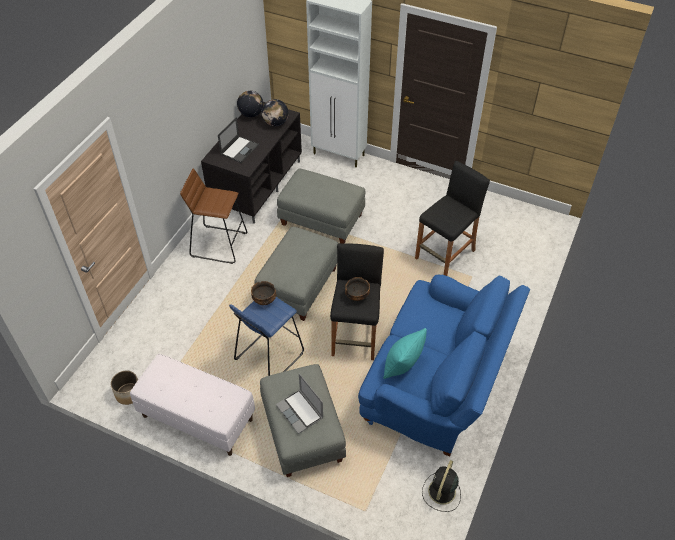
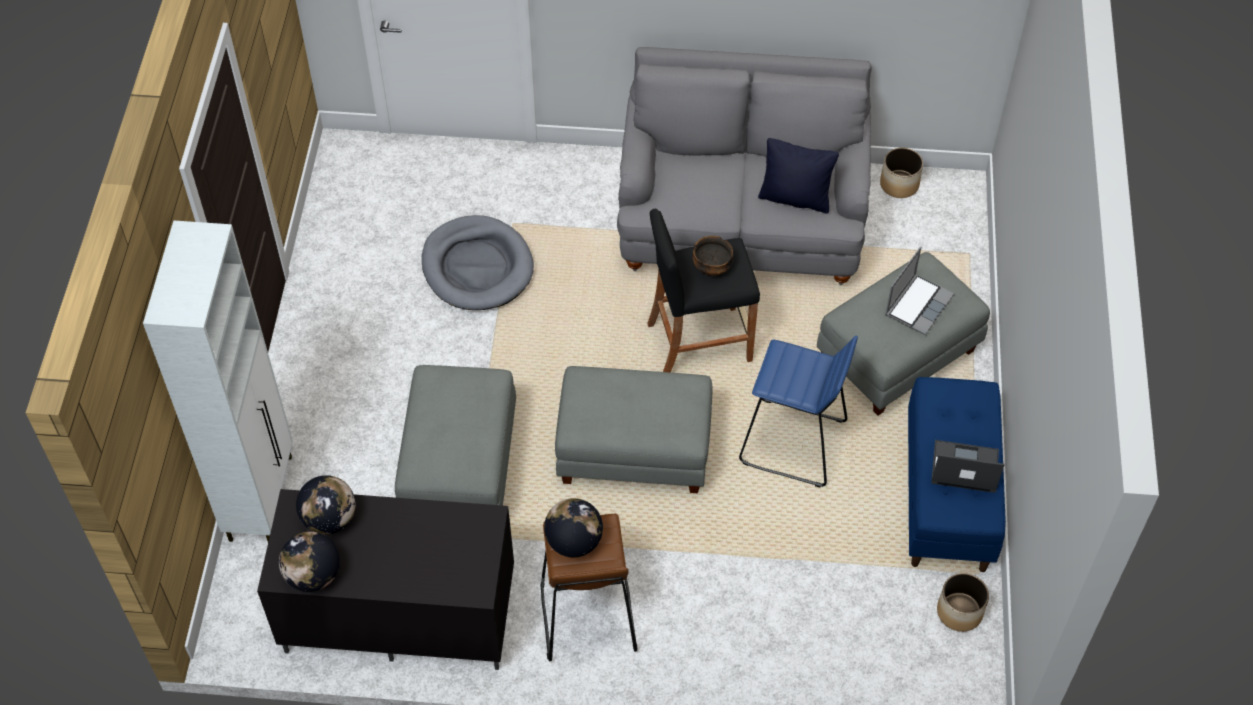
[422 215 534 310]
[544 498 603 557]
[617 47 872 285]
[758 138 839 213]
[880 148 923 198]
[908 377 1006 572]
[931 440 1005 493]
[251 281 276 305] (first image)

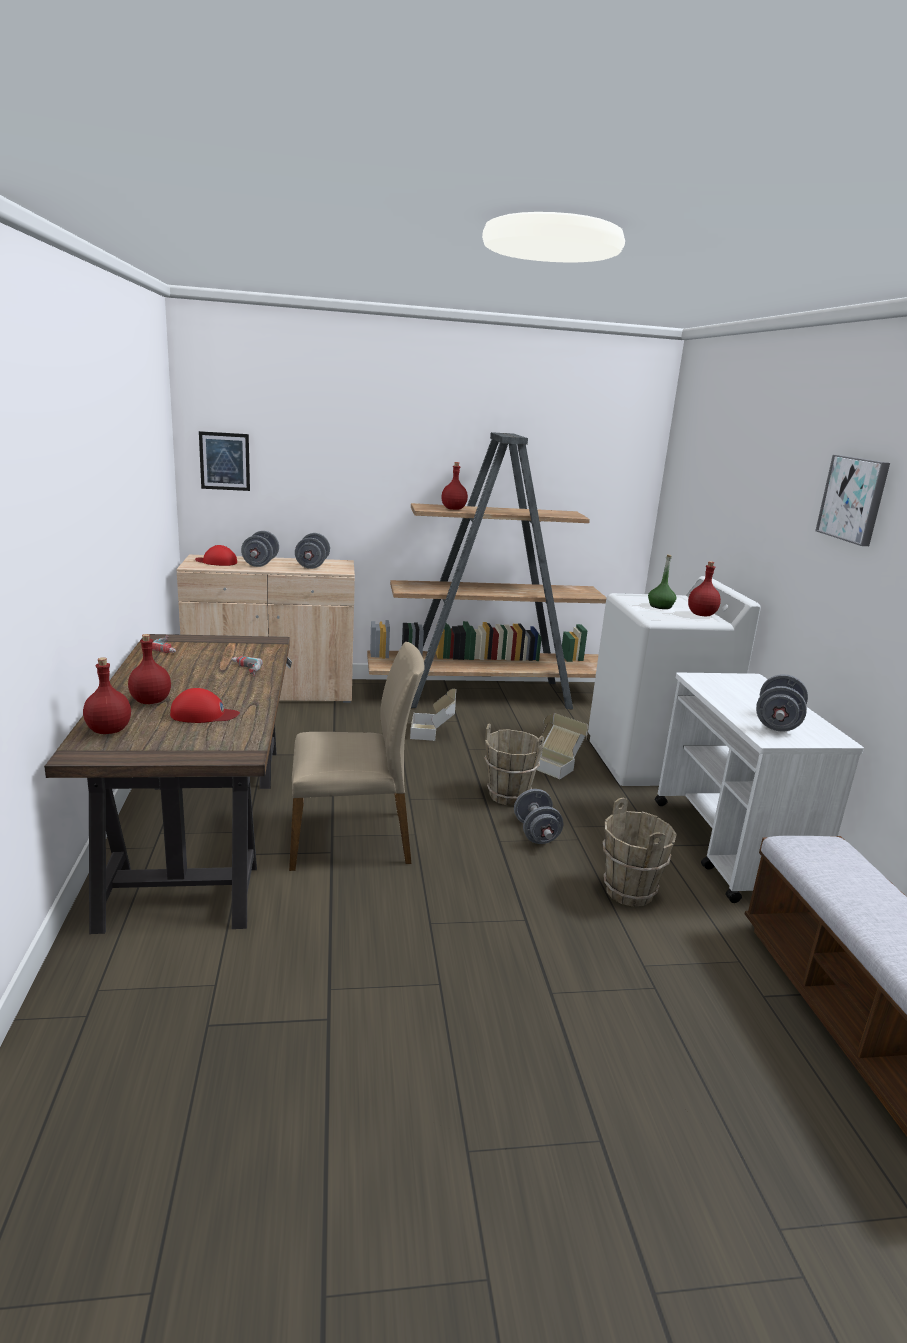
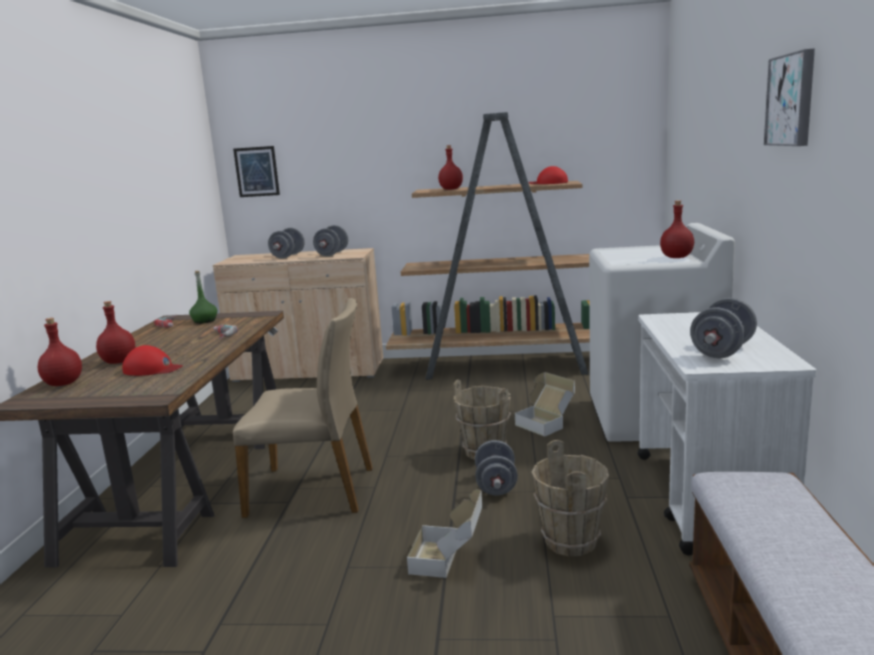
[189 271 217 324]
[407 490 482 578]
[528 166 568 184]

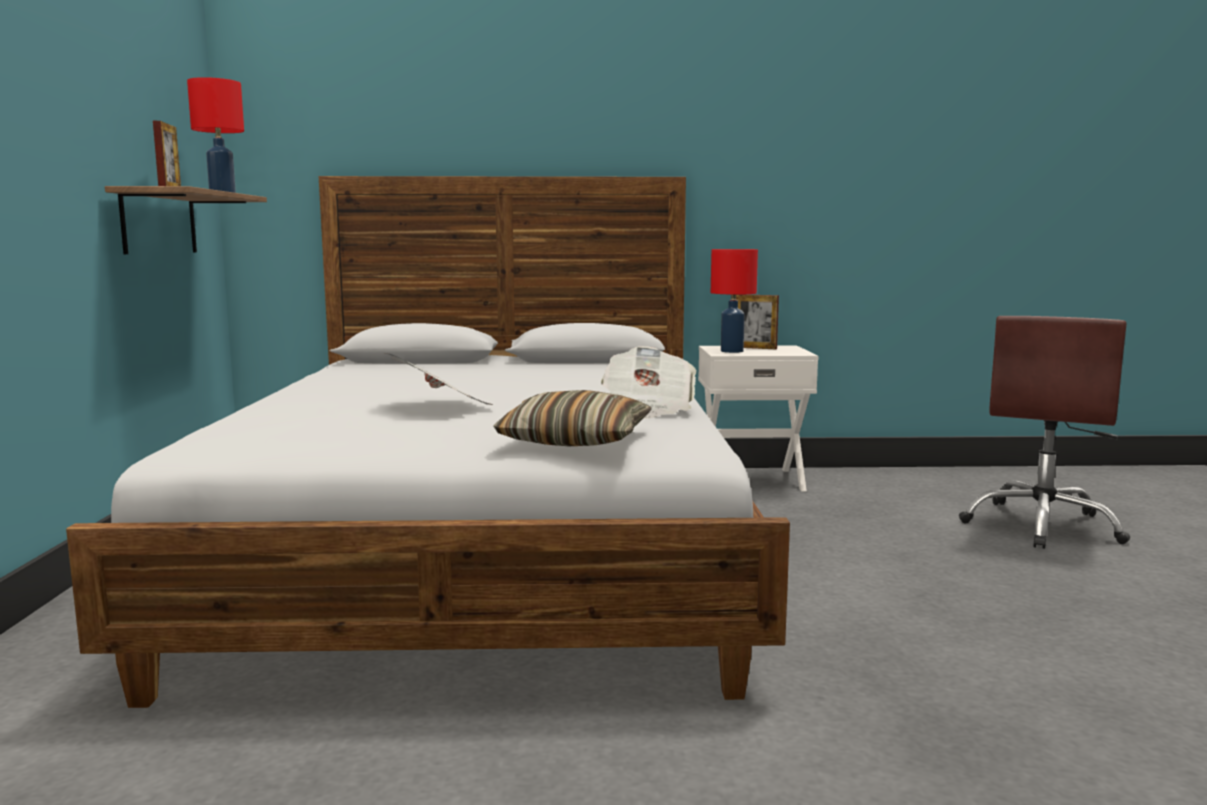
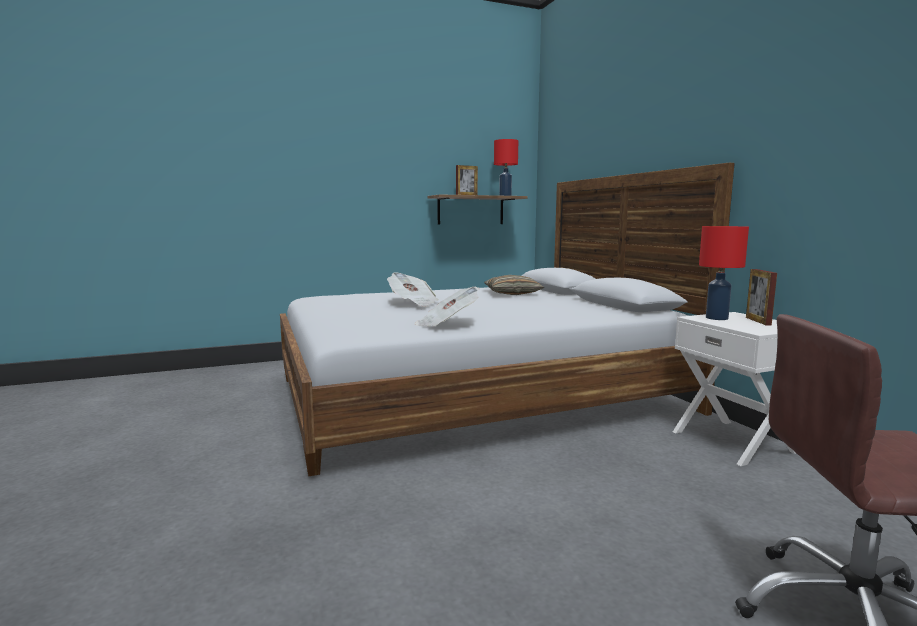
[484 275 544 295]

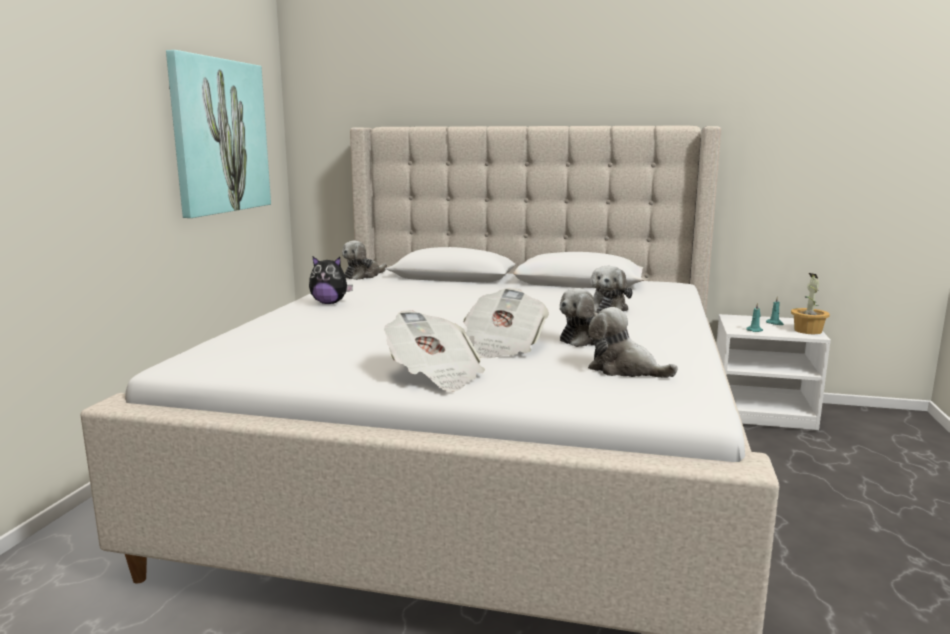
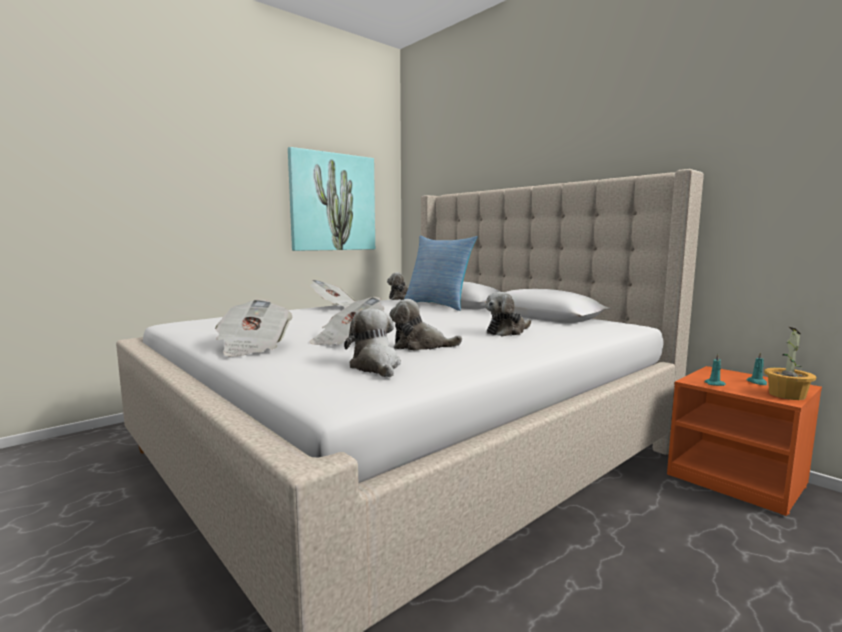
[311 280 355 307]
[404 236 478 311]
[667 366 822 516]

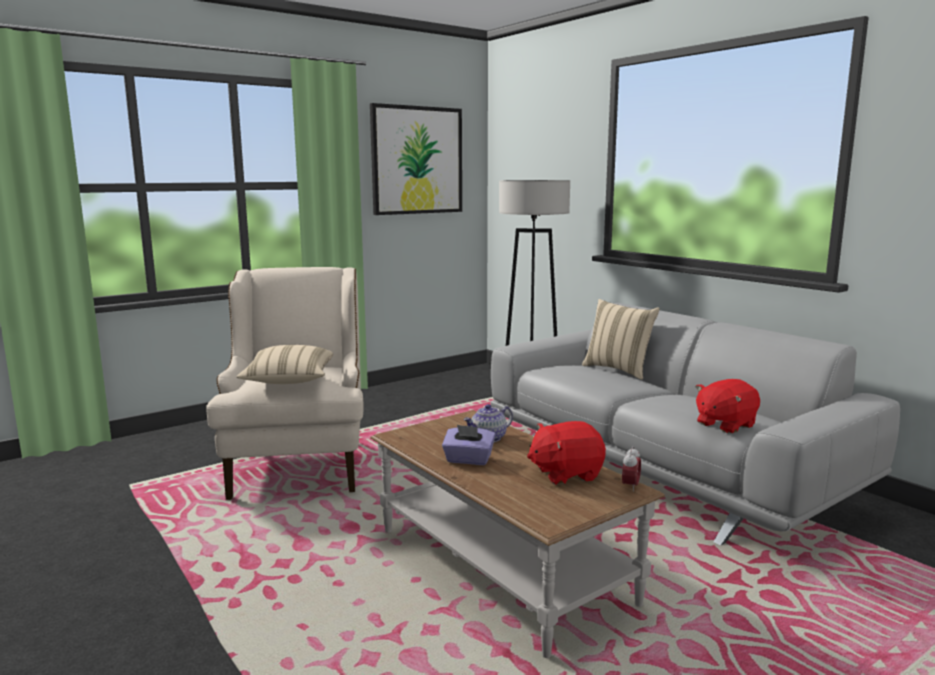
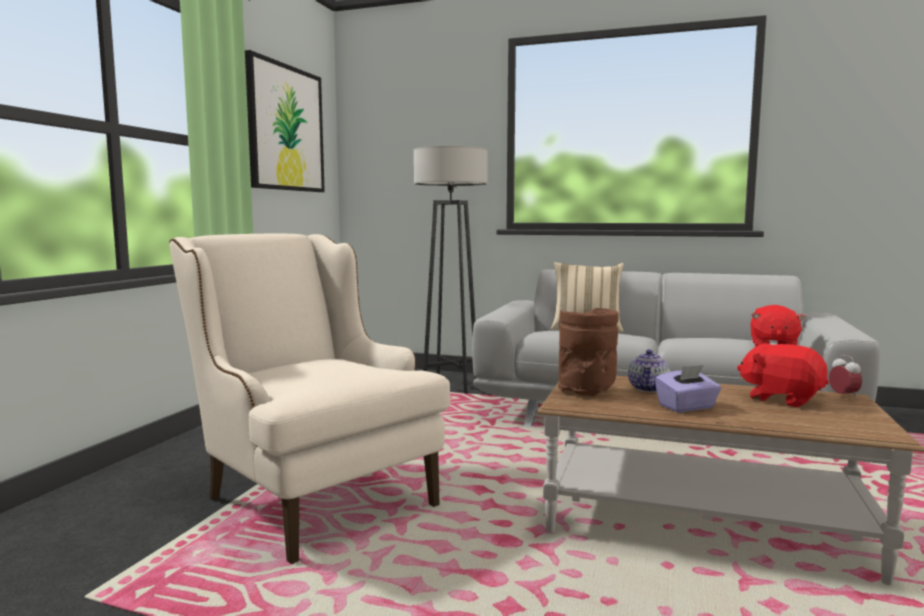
[558 308 619 396]
[737 344 829 407]
[237 345 333 384] (first image)

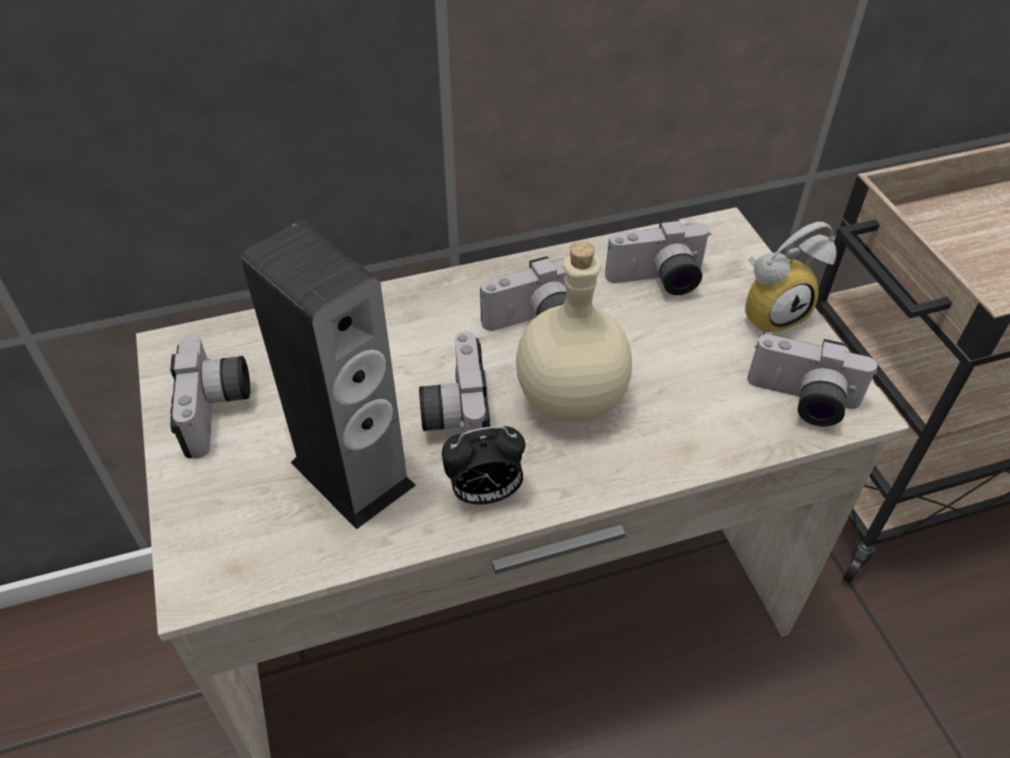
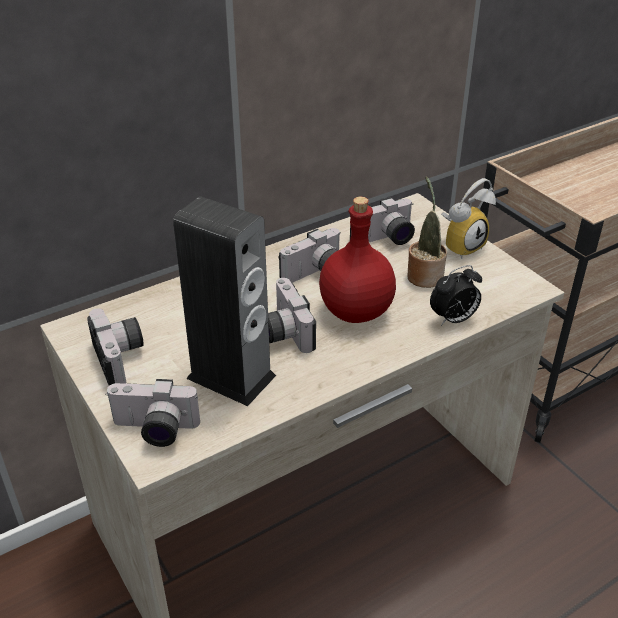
[105 379 200 447]
[319 197 396 323]
[407 176 447 288]
[430 265 482 326]

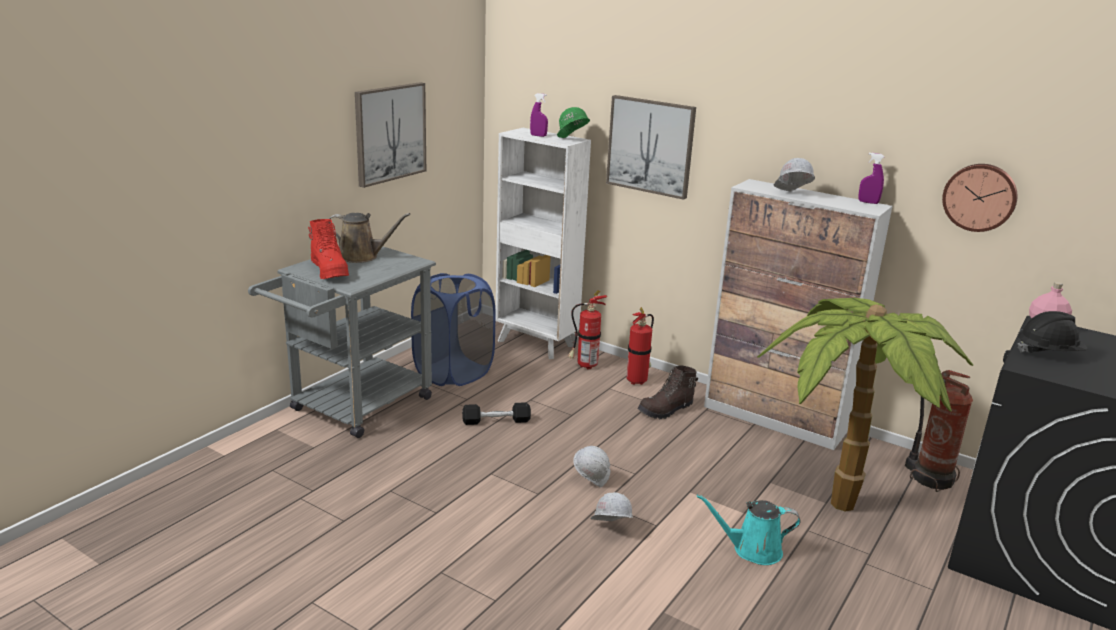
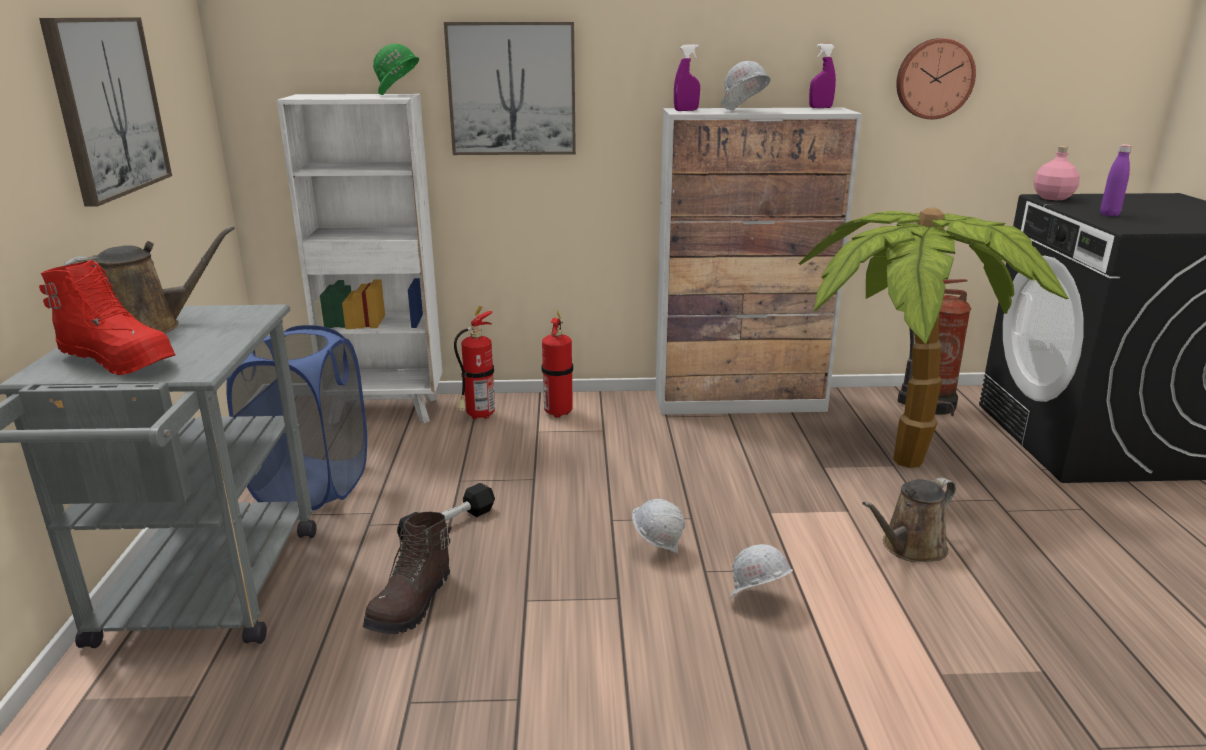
[363 512 452 634]
[674 44 700 111]
[862 477 956 562]
[1100 144 1132 216]

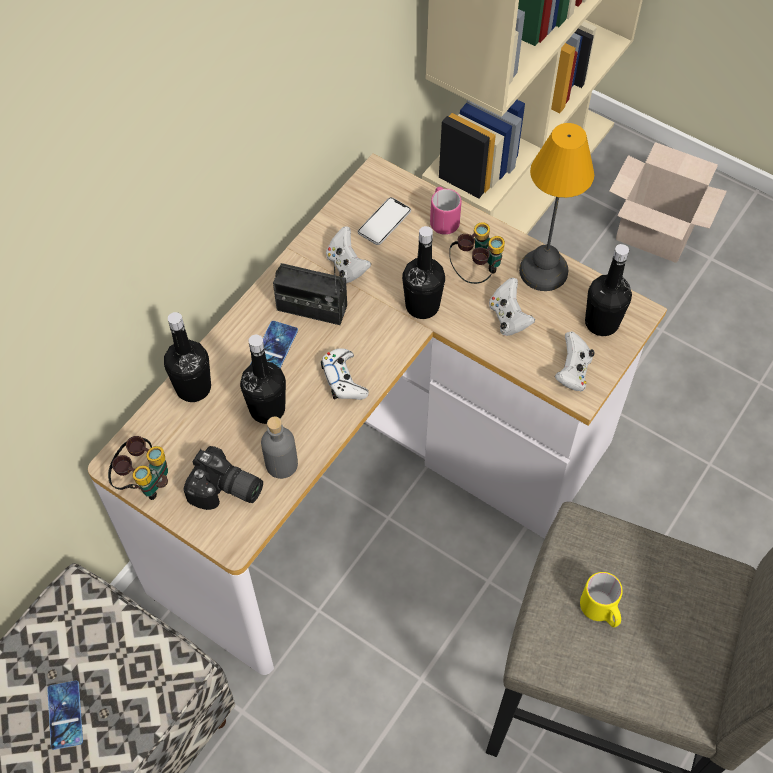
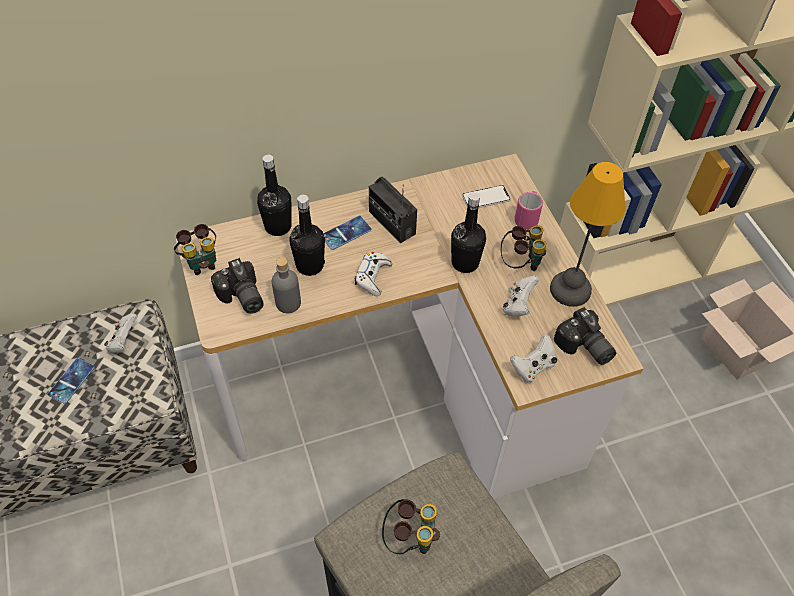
[104 313 138 353]
[382 499 440 554]
[554 307 616 365]

